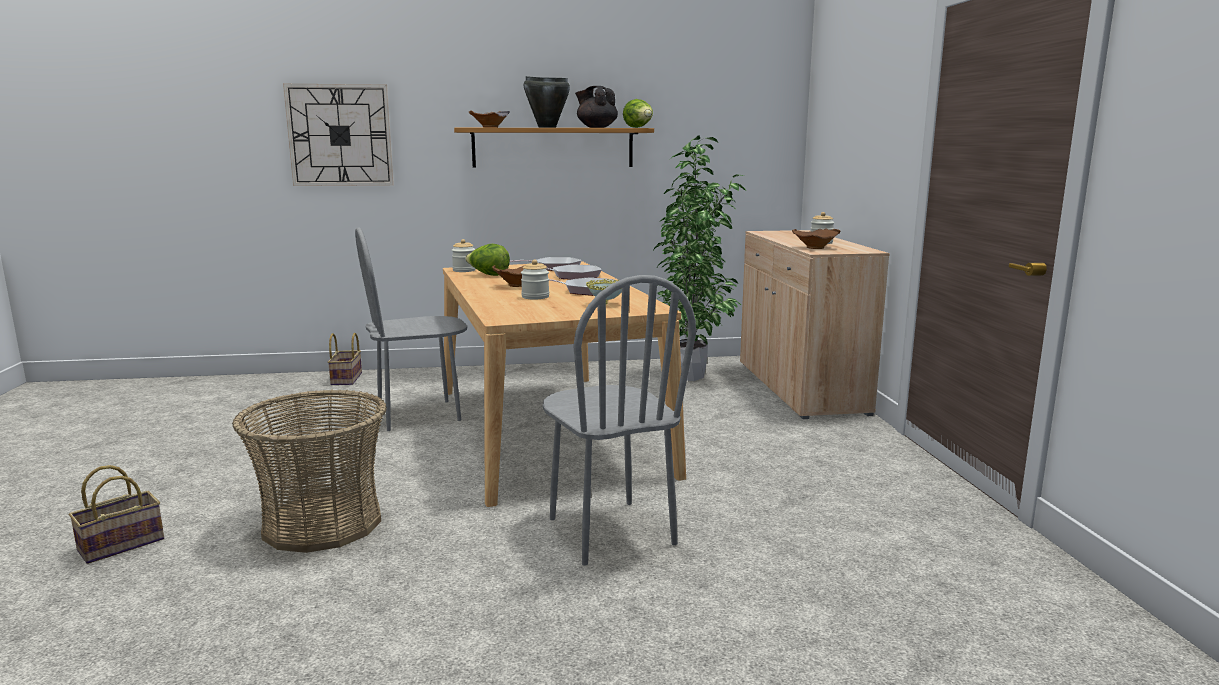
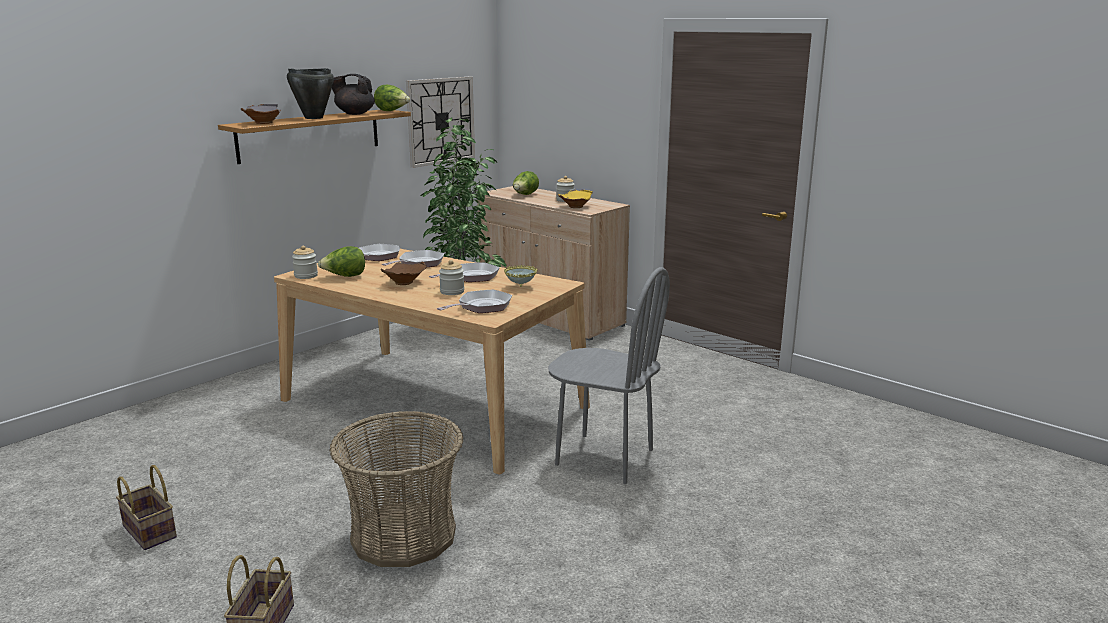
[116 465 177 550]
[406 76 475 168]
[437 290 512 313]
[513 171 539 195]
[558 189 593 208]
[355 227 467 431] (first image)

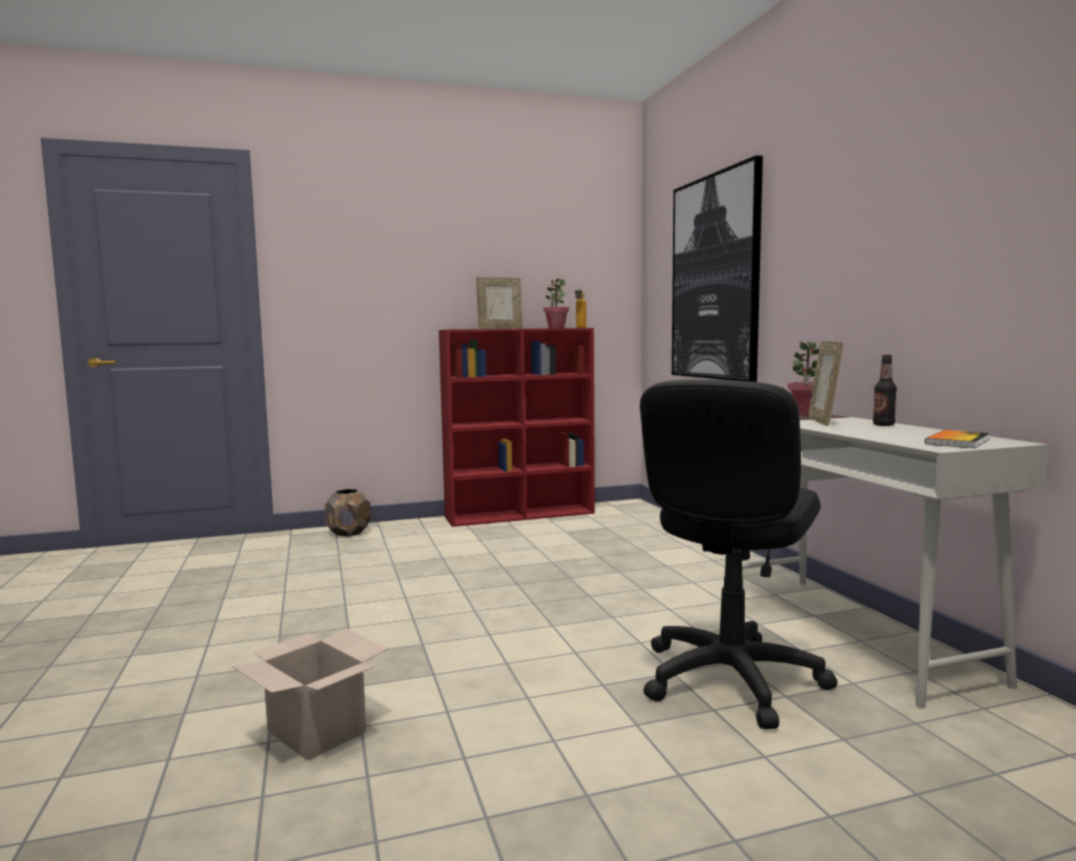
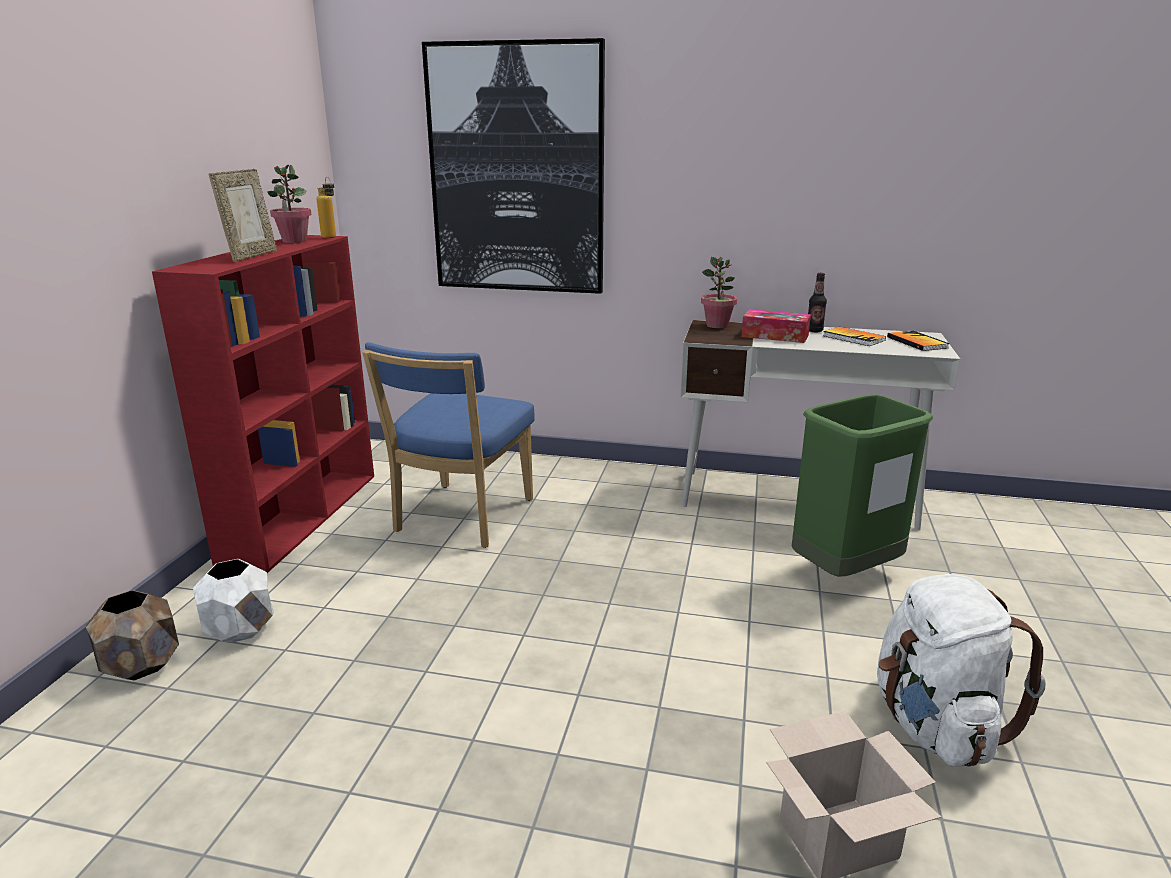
[193 559 274 643]
[362 342 535 548]
[741 309 811 343]
[792 394 933 577]
[823 327 886 346]
[877 574 1046 767]

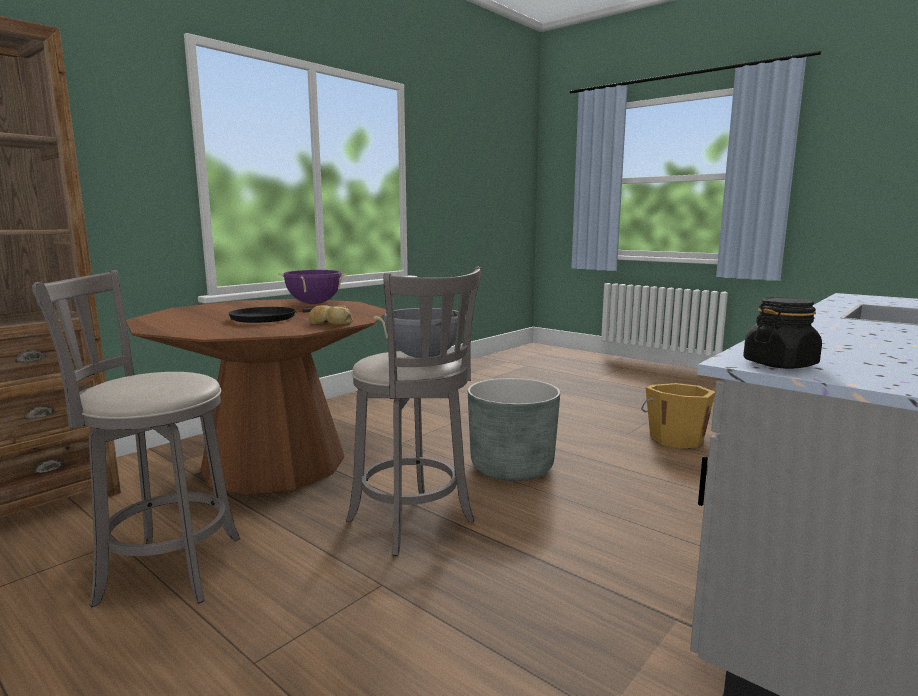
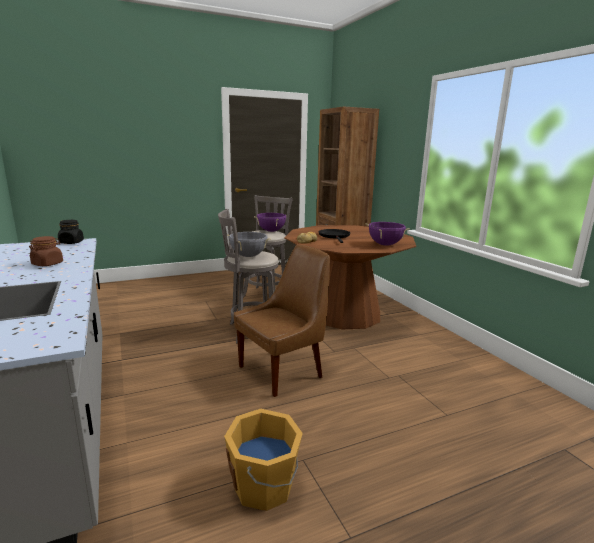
[29 236 63 266]
[234 244 330 397]
[254 213 287 232]

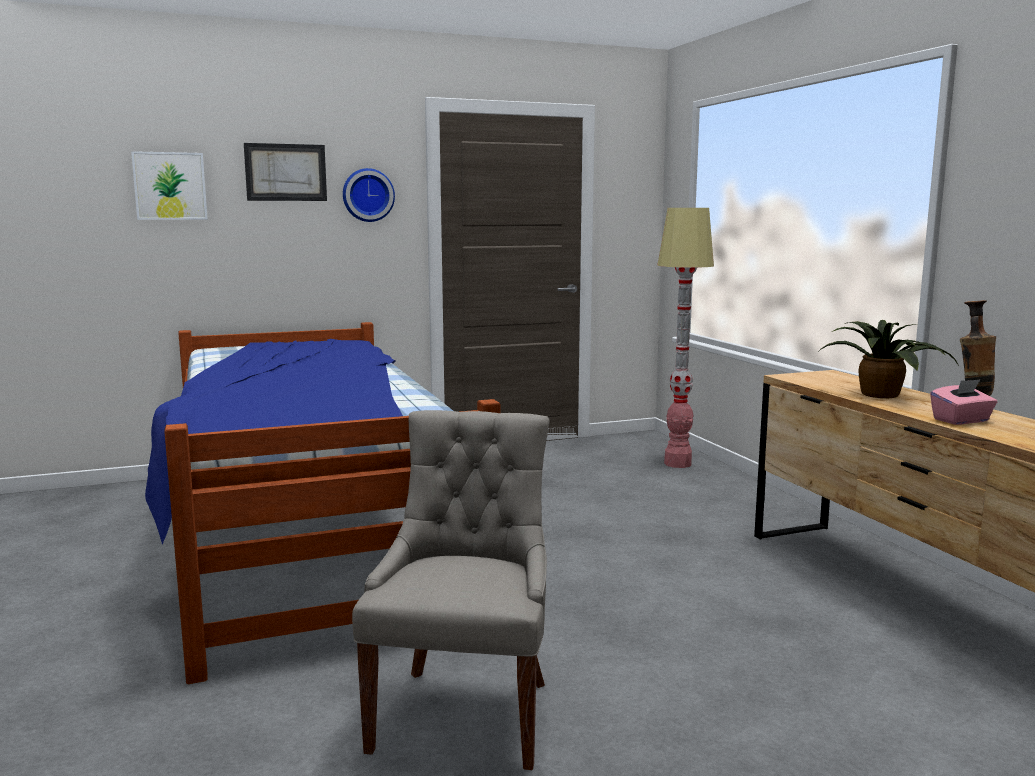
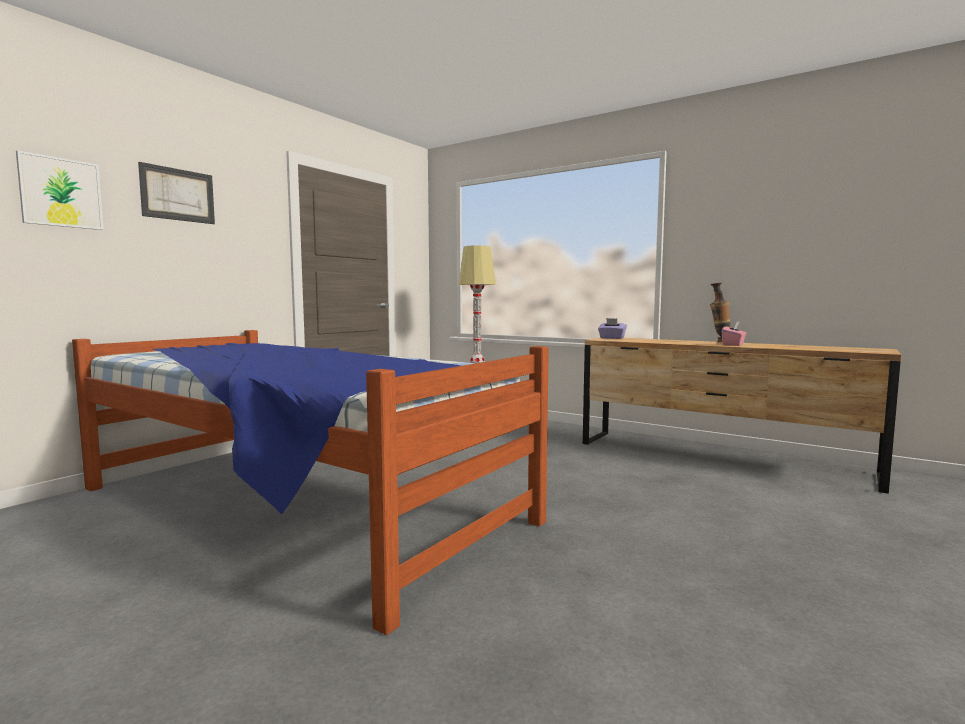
[598 318 627 339]
[343 168 395 222] (first image)
[352 410 549 770] (first image)
[816 320 959 398] (first image)

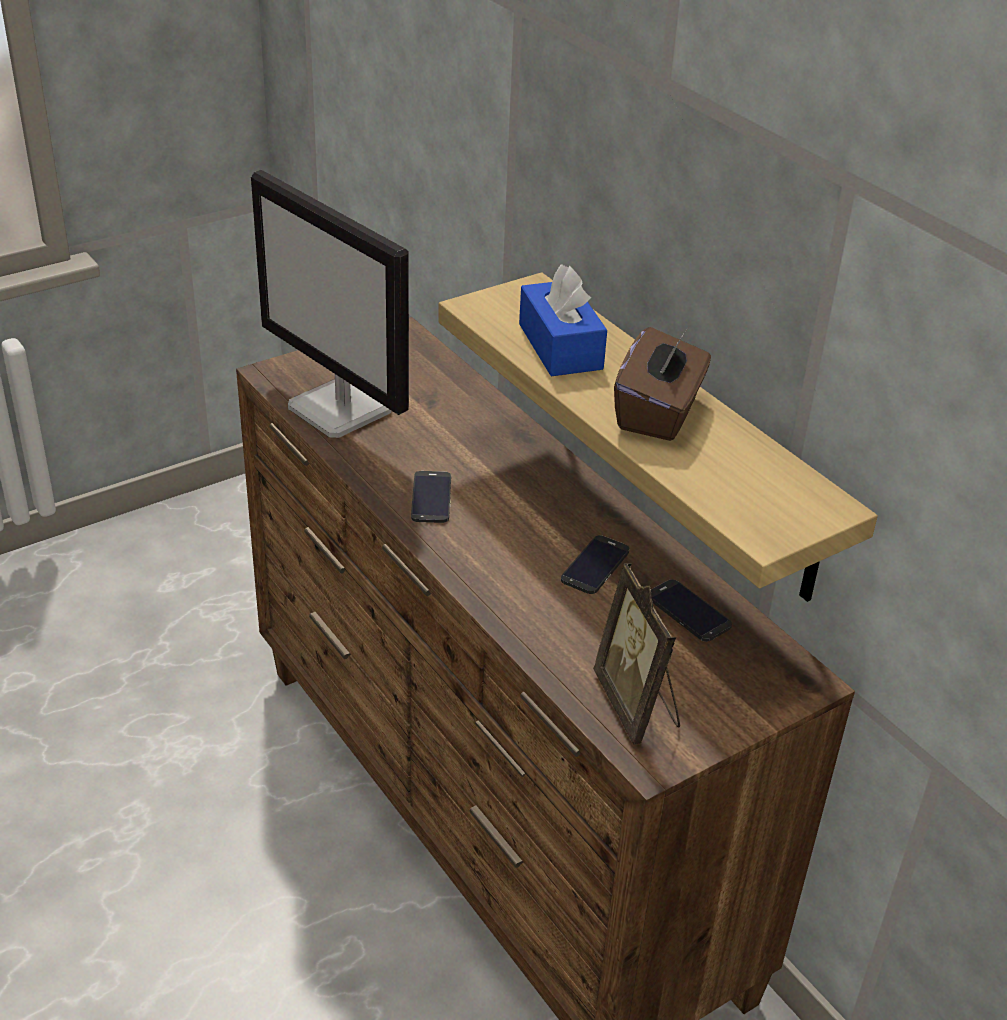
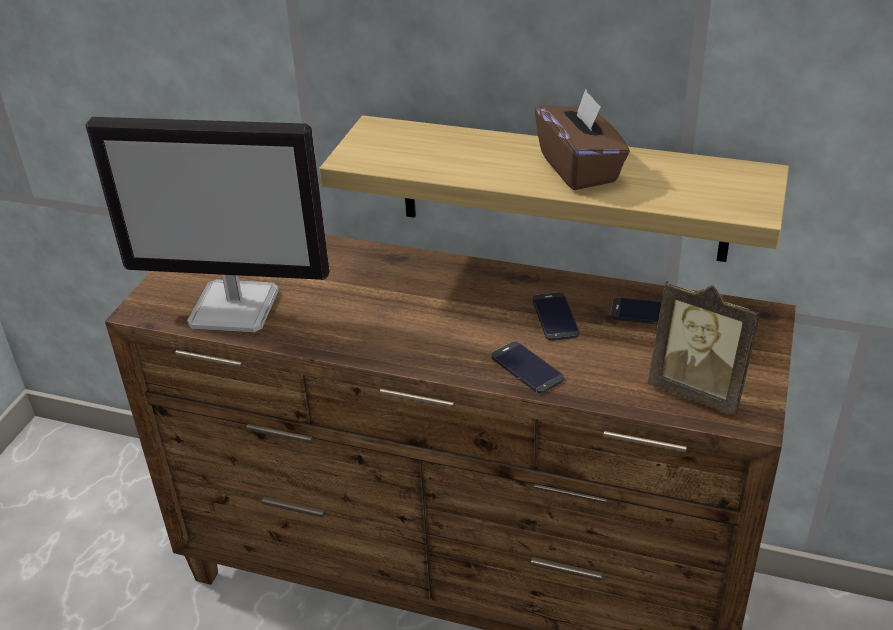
[491 341 564 393]
[519 265 607 376] (first image)

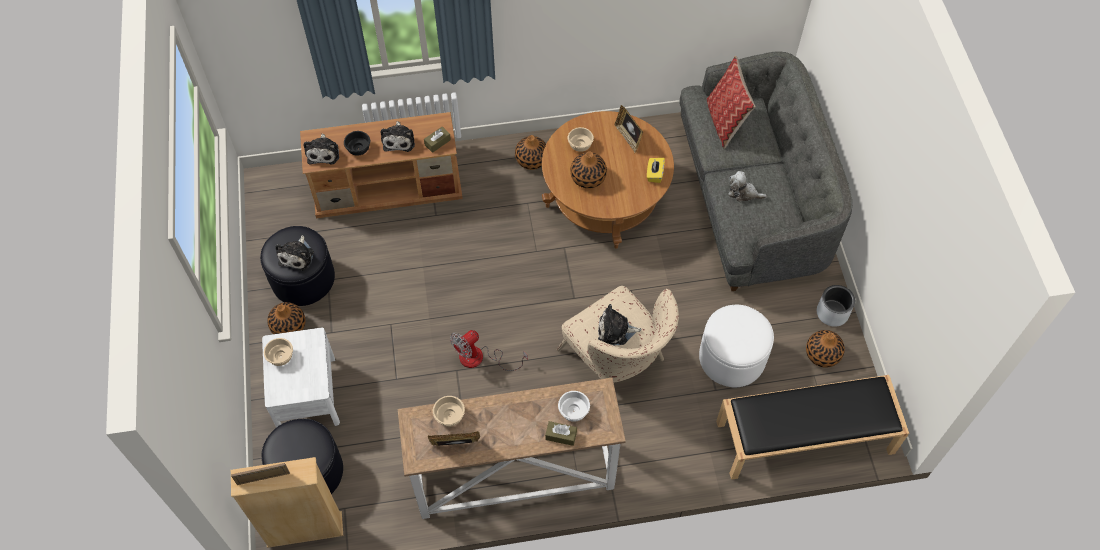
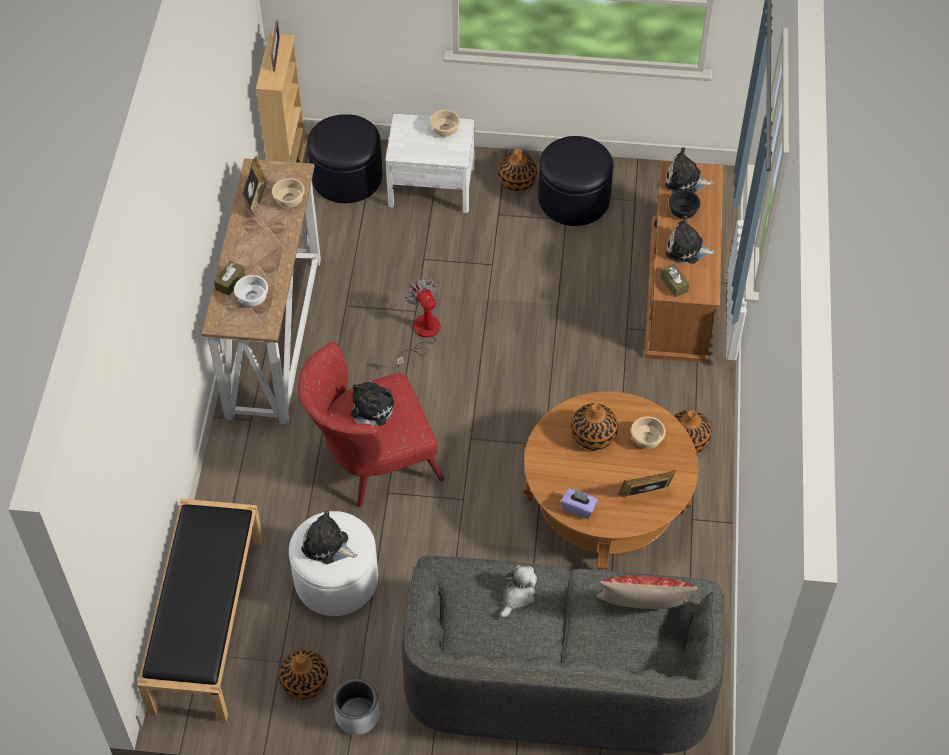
[298 342 444 507]
[301 511 357 564]
[561 489 598 519]

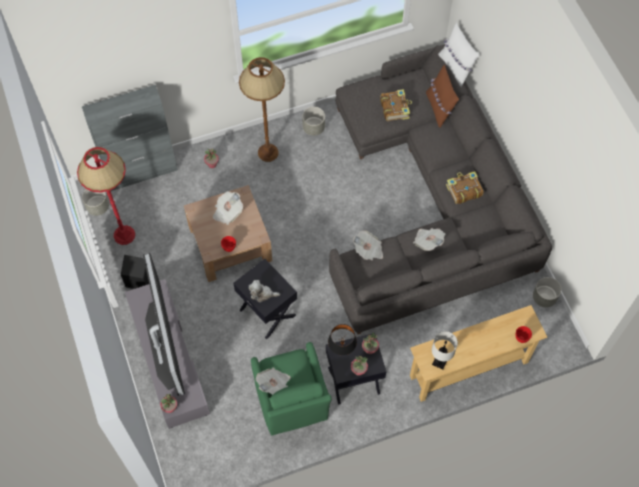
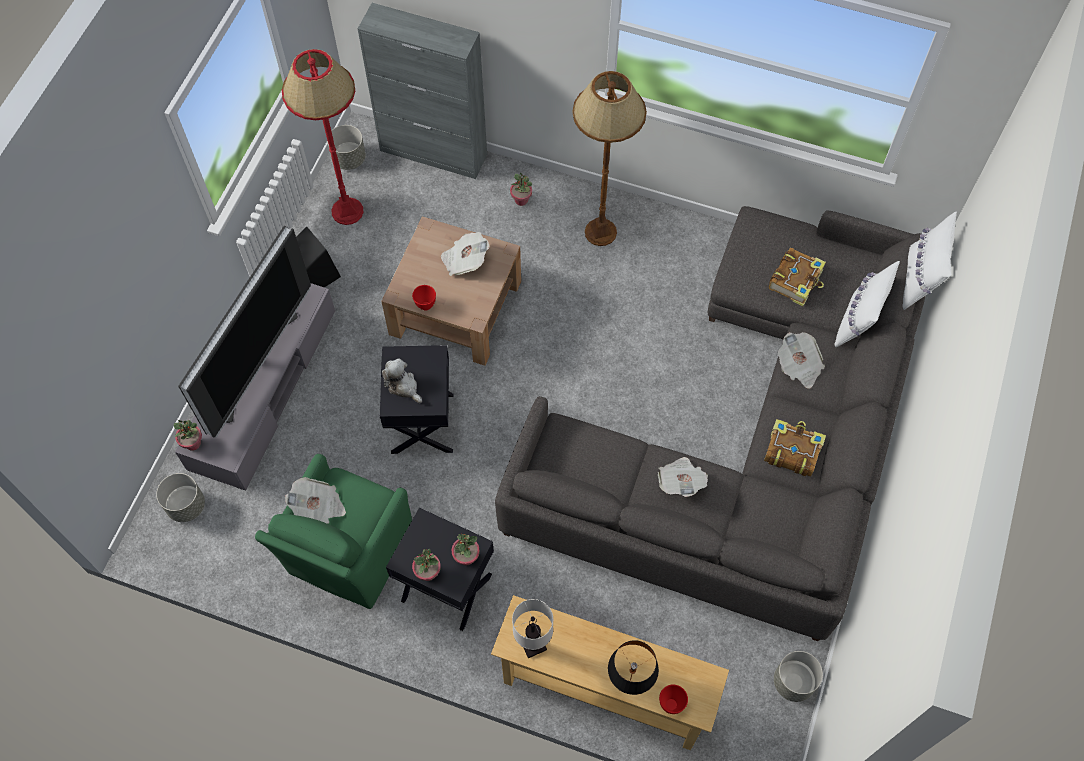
[156 473 205 522]
[608 640 659 695]
[778 332 825 389]
[834 261 900 347]

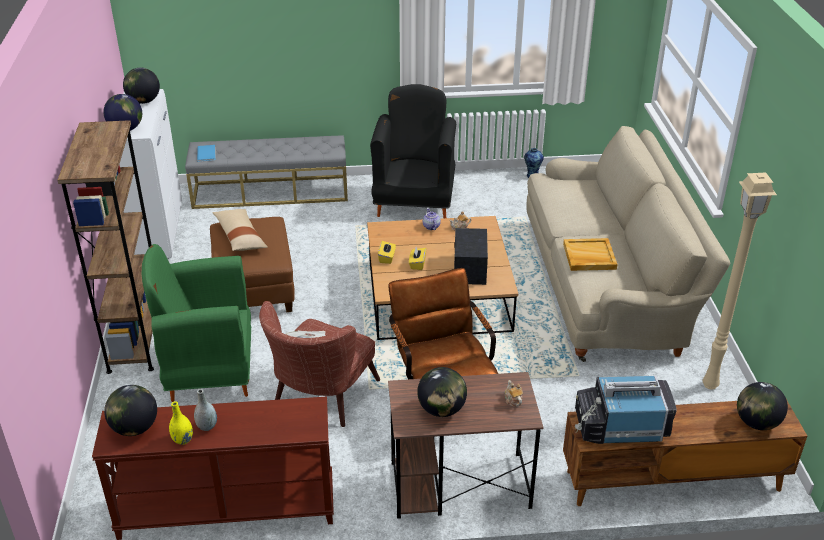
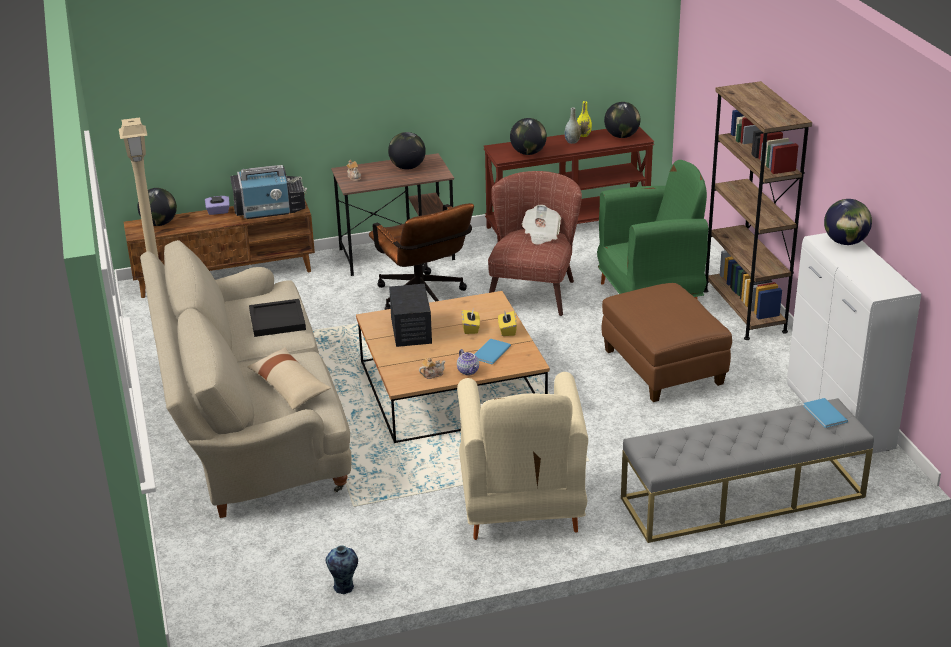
[205 196 230 215]
[247 347 331 410]
[249 299 306 337]
[457 372 588 540]
[474 339 511 364]
[510 118 547 155]

